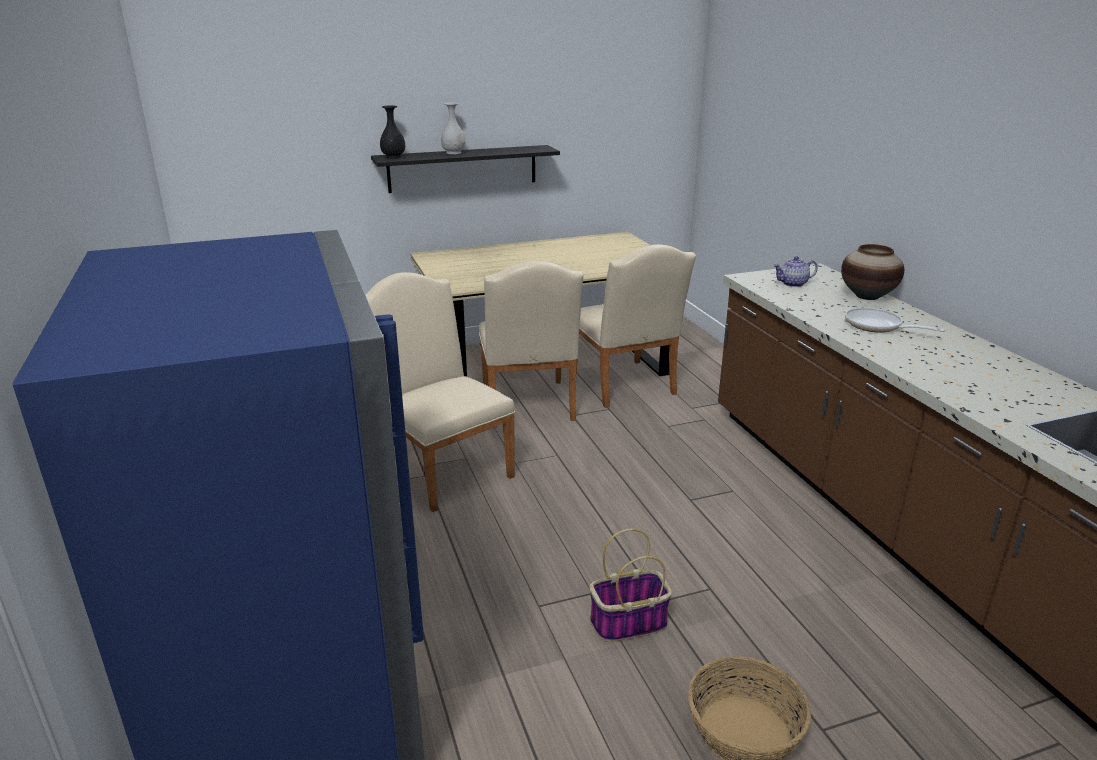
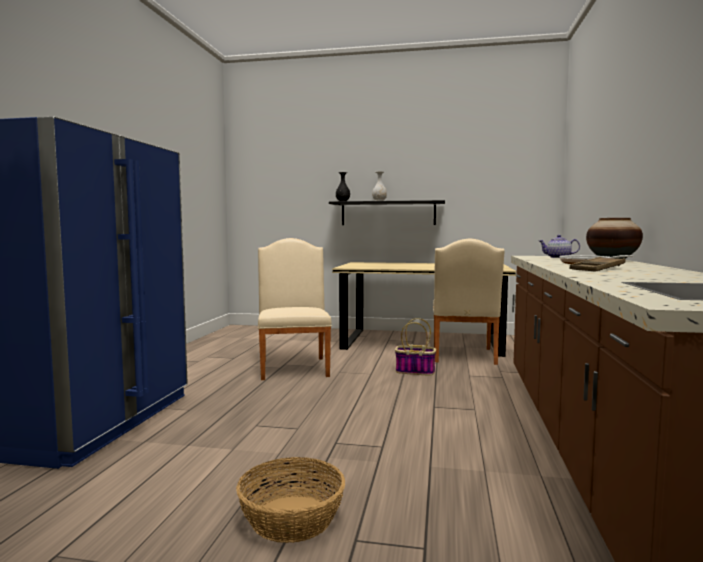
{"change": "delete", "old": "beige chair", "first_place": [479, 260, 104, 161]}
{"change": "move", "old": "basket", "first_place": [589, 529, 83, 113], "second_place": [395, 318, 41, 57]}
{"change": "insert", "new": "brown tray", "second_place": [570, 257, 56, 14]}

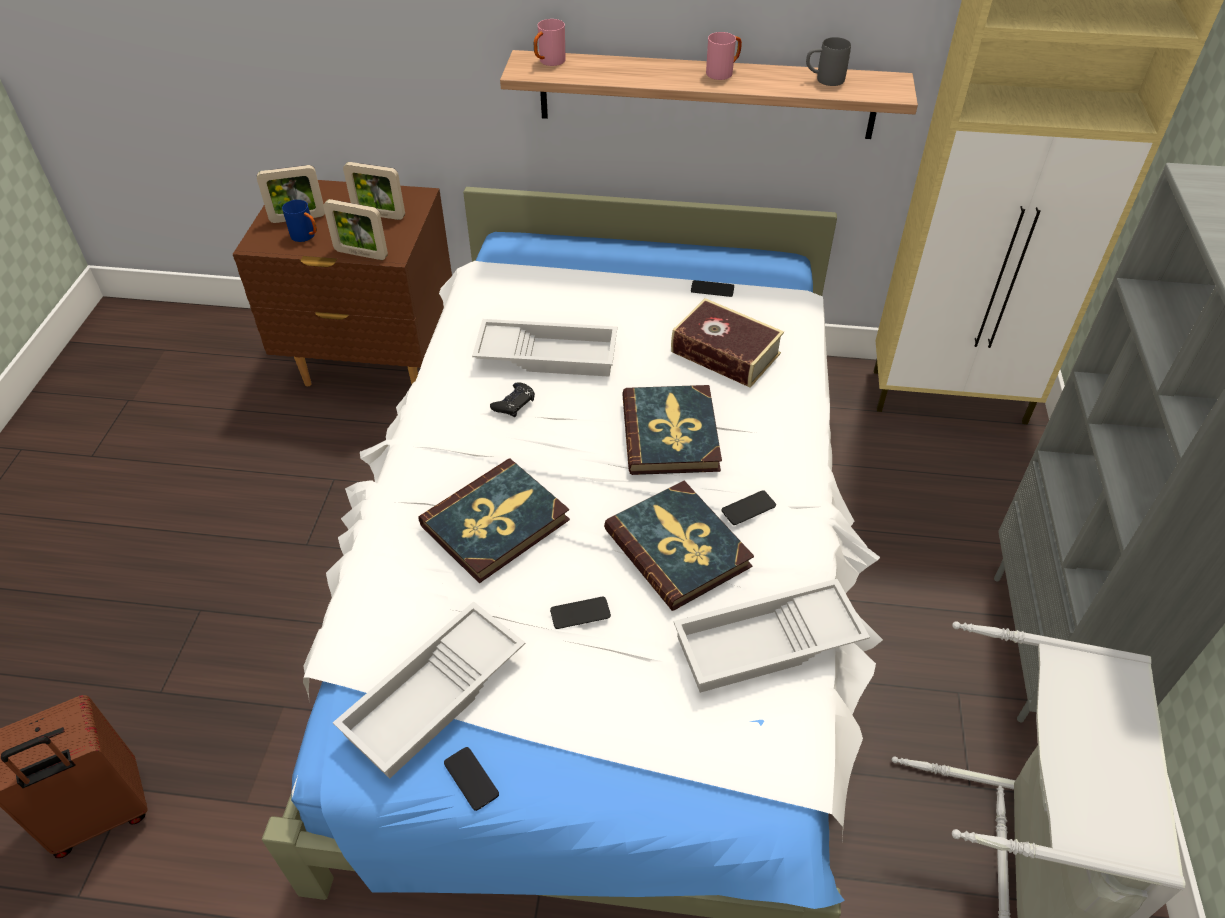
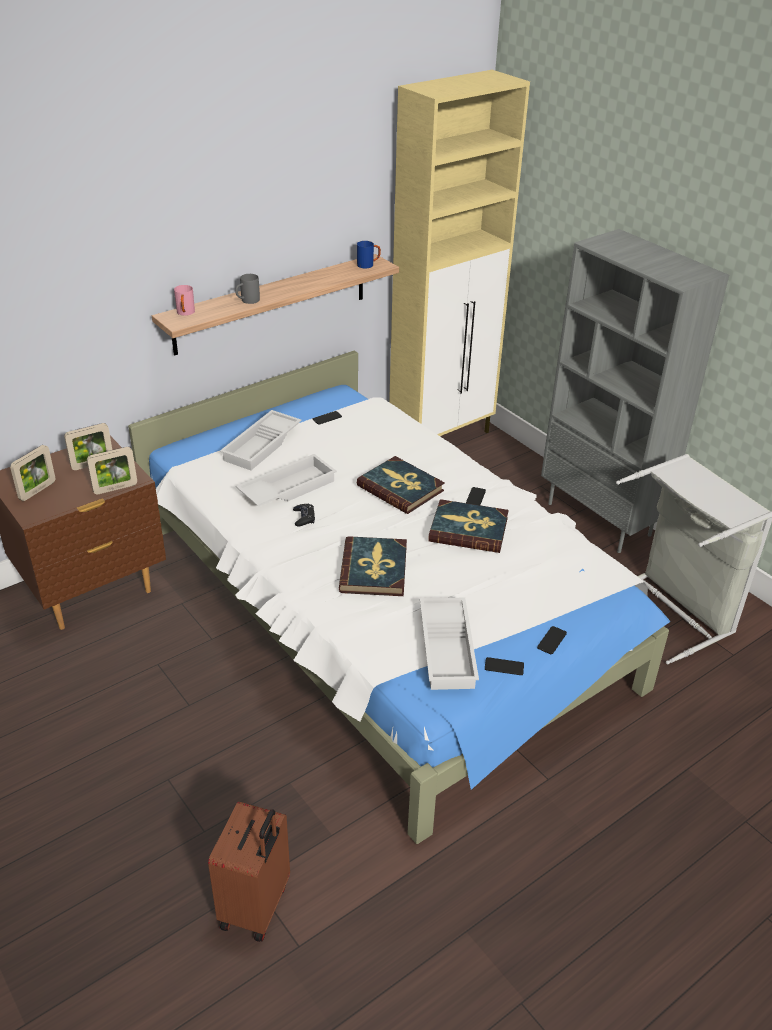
{"change": "move", "old": "blue mug", "first_place": [282, 200, 35, 42], "second_place": [357, 241, 24, 28]}
{"change": "move", "old": "phone", "first_place": [550, 597, 61, 32], "second_place": [537, 626, 30, 28]}
{"change": "delete", "old": "book", "first_place": [671, 298, 113, 90]}
{"change": "move", "old": "white tray", "first_place": [674, 579, 196, 114], "second_place": [220, 410, 81, 60]}
{"change": "delete", "old": "pink mug", "first_place": [706, 32, 36, 48]}
{"change": "move", "old": "grey mug", "first_place": [806, 37, 45, 49], "second_place": [235, 274, 25, 30]}

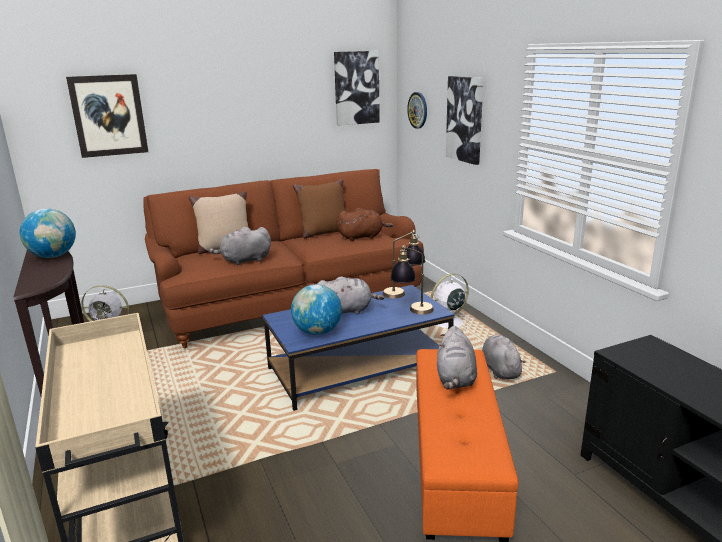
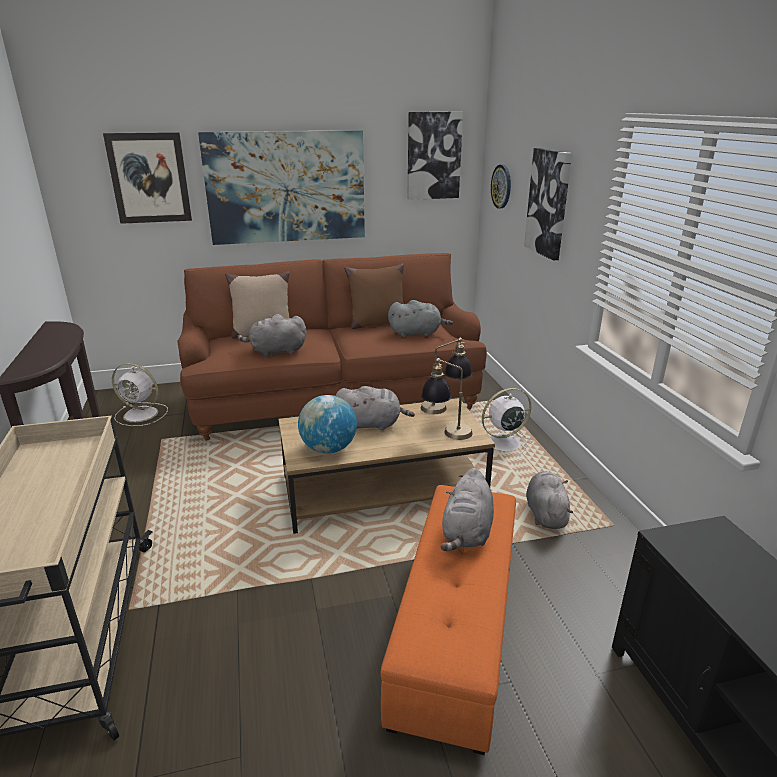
{"change": "delete", "old": "globe", "first_place": [20, 208, 56, 50]}
{"change": "recolor", "old": "blue coffee table", "new": "brown coffee table", "first_place": [263, 285, 192, 126], "second_place": [278, 398, 217, 136]}
{"change": "recolor", "old": "brown plush toy", "new": "grey plush toy", "first_place": [337, 208, 56, 33], "second_place": [388, 300, 65, 37]}
{"change": "insert", "new": "picture", "second_place": [198, 130, 167, 115]}

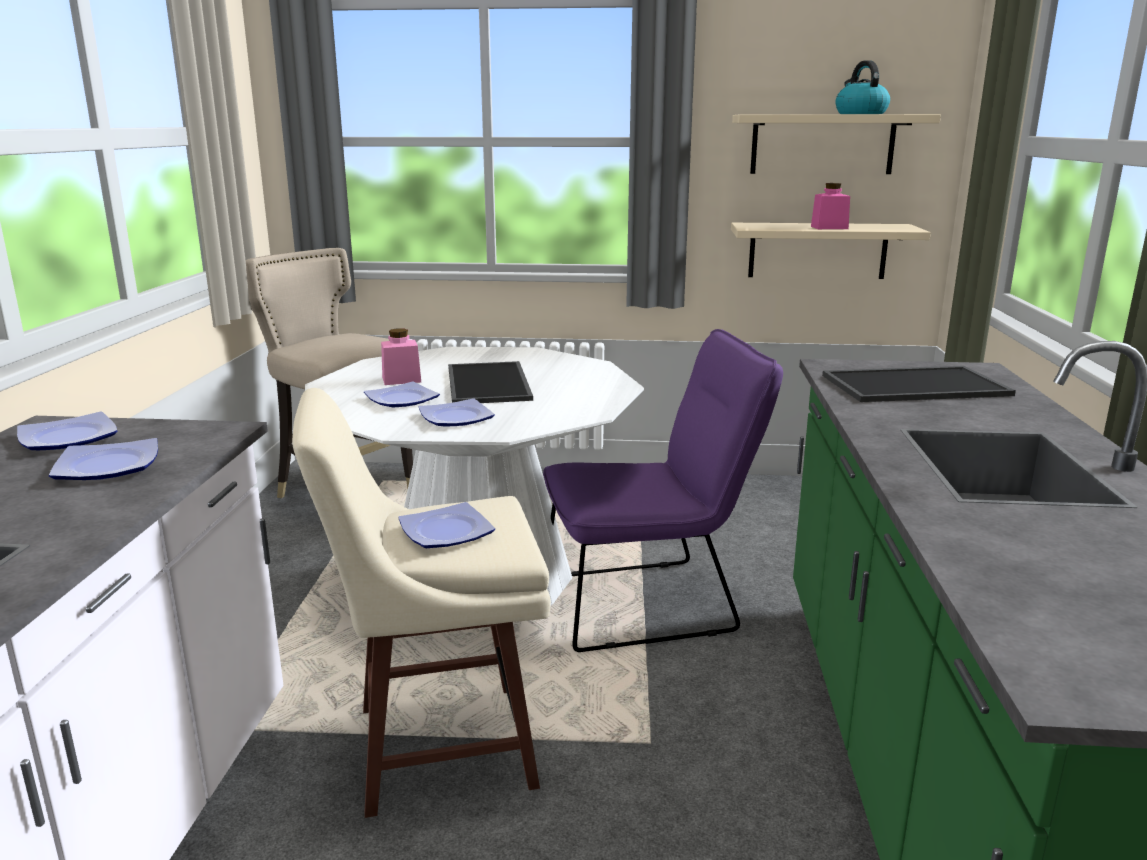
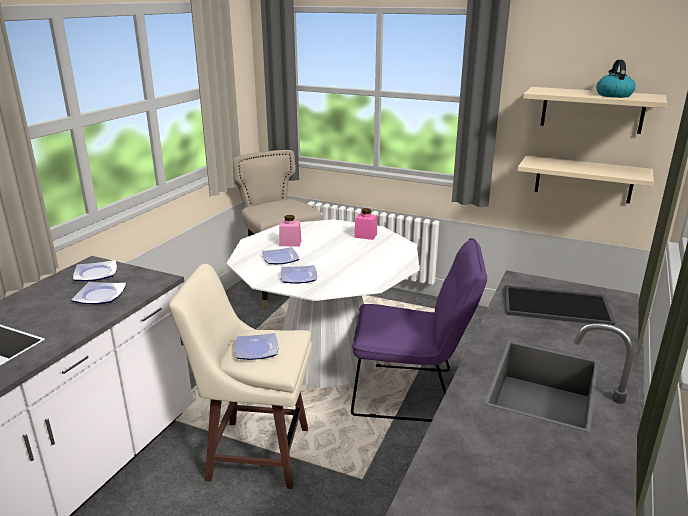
{"change": "delete", "old": "tray", "first_place": [448, 361, 85, 42]}
{"change": "move", "old": "pink jar", "first_place": [811, 183, 39, 46], "second_place": [354, 208, 23, 32]}

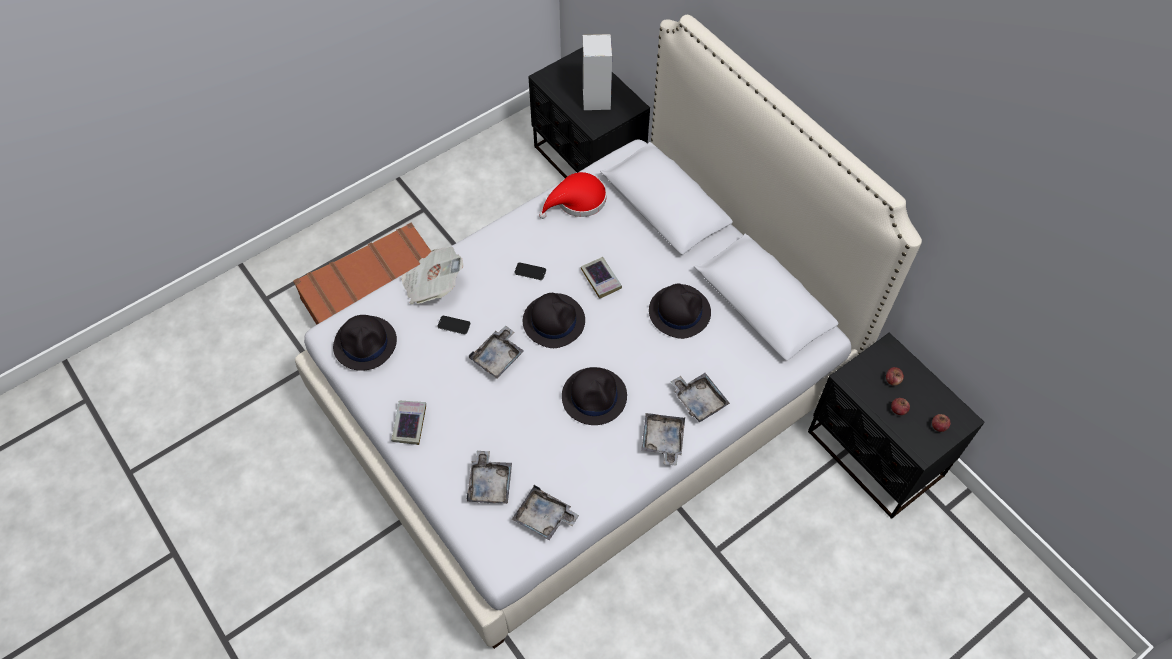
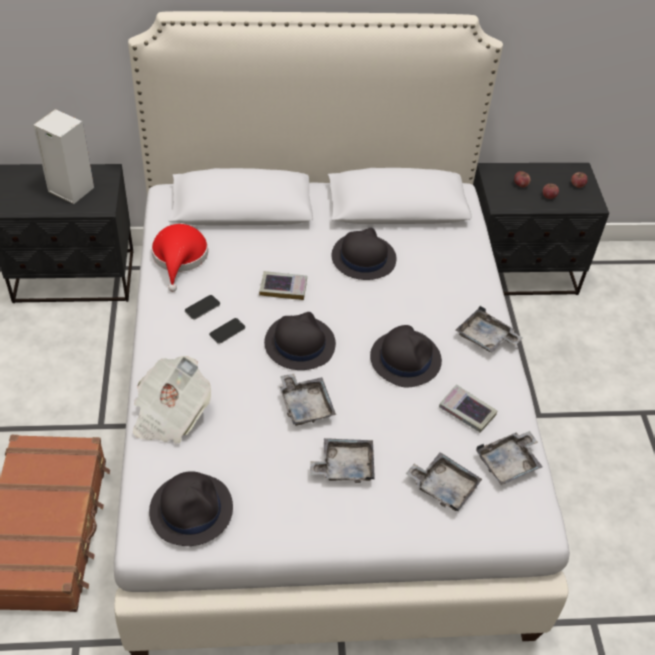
{"change": "move", "old": "book", "first_place": [391, 401, 35, 44], "second_place": [439, 384, 58, 49]}
{"change": "move", "old": "phone", "first_place": [437, 316, 34, 18], "second_place": [185, 295, 35, 25]}
{"change": "move", "old": "grey tray", "first_place": [671, 373, 59, 49], "second_place": [310, 438, 65, 45]}

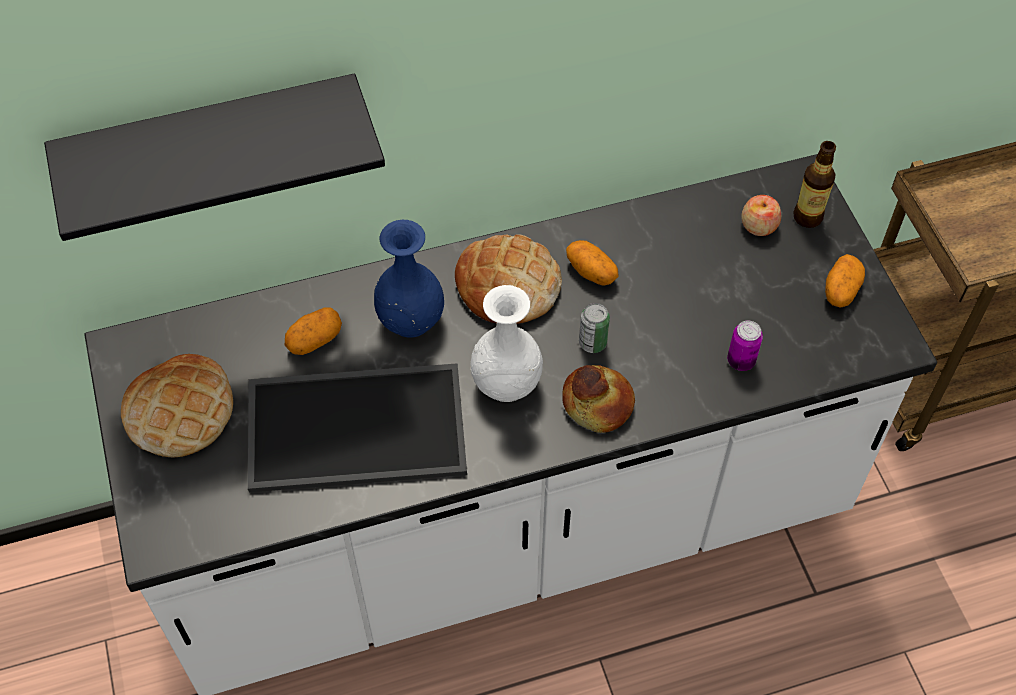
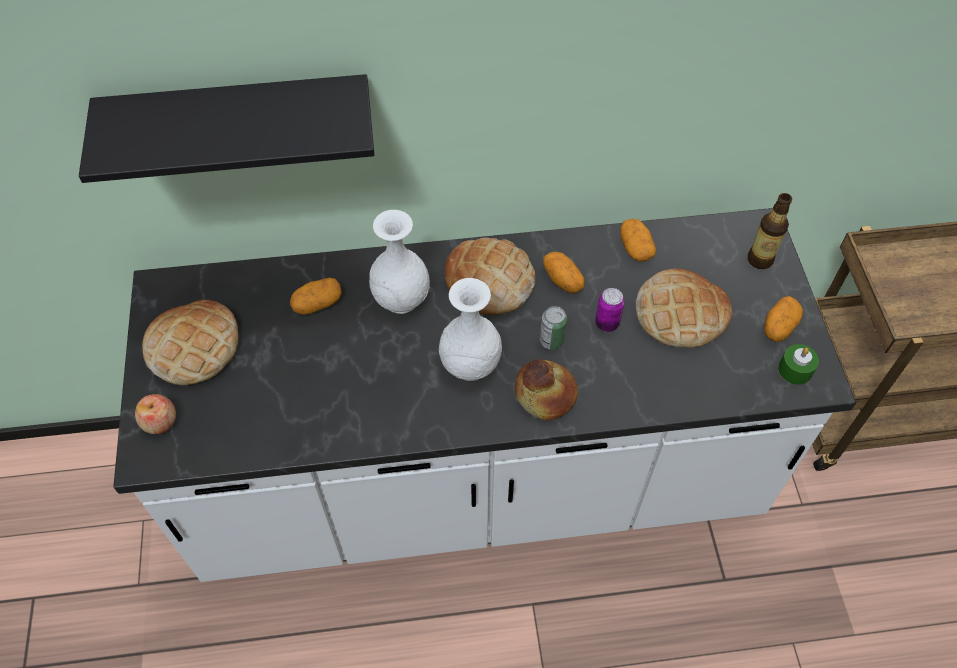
{"change": "delete", "old": "tray", "first_place": [248, 363, 219, 129]}
{"change": "recolor", "old": "blue vase", "new": "white vase", "first_place": [374, 220, 70, 118], "second_place": [369, 210, 61, 104]}
{"change": "move", "old": "can", "first_place": [727, 320, 36, 51], "second_place": [595, 288, 30, 44]}
{"change": "move", "old": "apple", "first_place": [741, 195, 40, 41], "second_place": [135, 394, 41, 40]}
{"change": "insert", "new": "potato", "second_place": [620, 219, 36, 43]}
{"change": "insert", "new": "bread", "second_place": [636, 268, 96, 80]}
{"change": "insert", "new": "green candle", "second_place": [778, 344, 41, 41]}

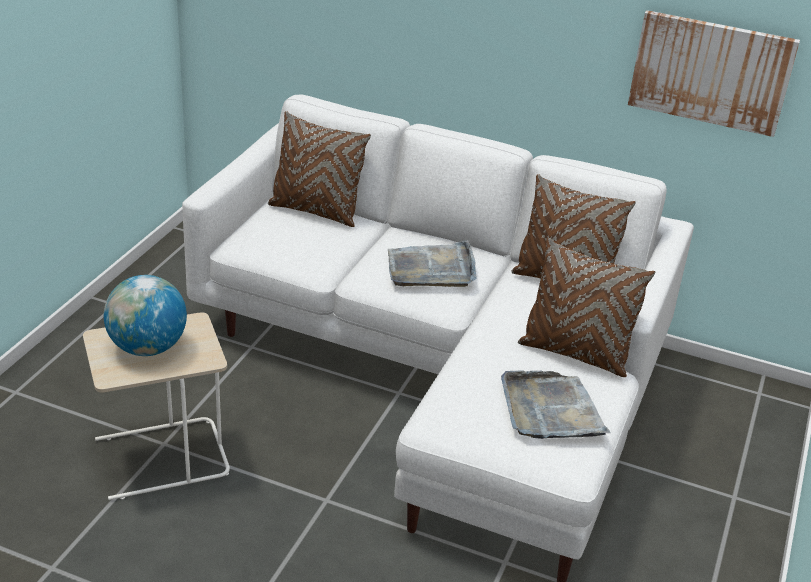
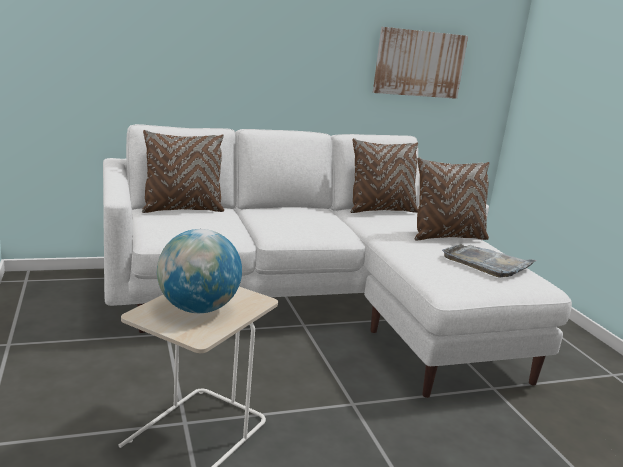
{"change": "delete", "old": "grey tray", "first_place": [388, 240, 88, 47]}

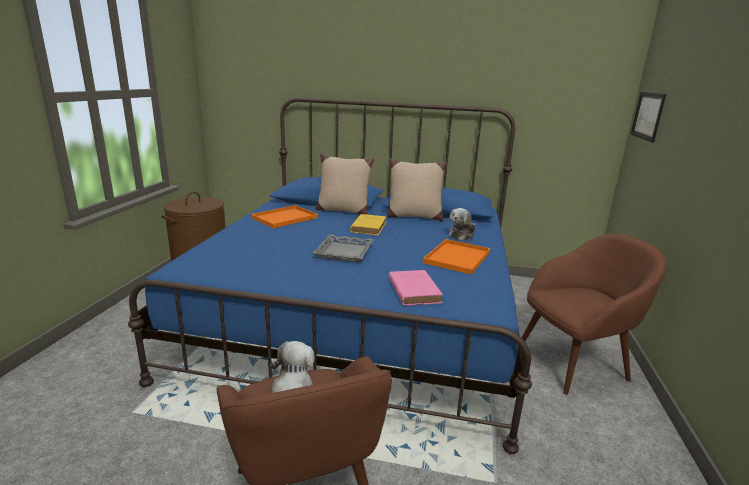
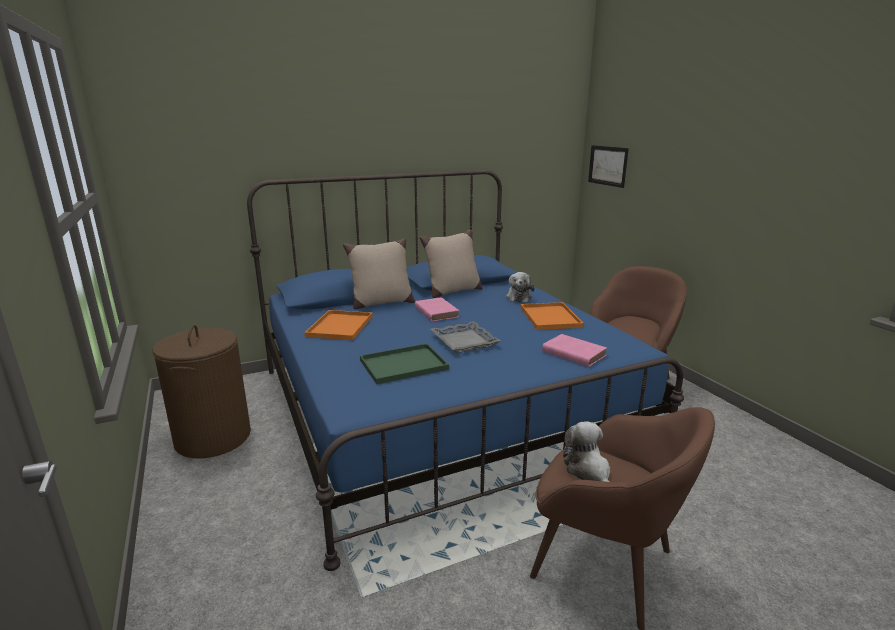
{"change": "recolor", "old": "yellow book", "new": "pink book", "first_place": [350, 214, 36, 21], "second_place": [415, 297, 45, 25]}
{"change": "insert", "new": "green tray", "second_place": [360, 343, 89, 42]}

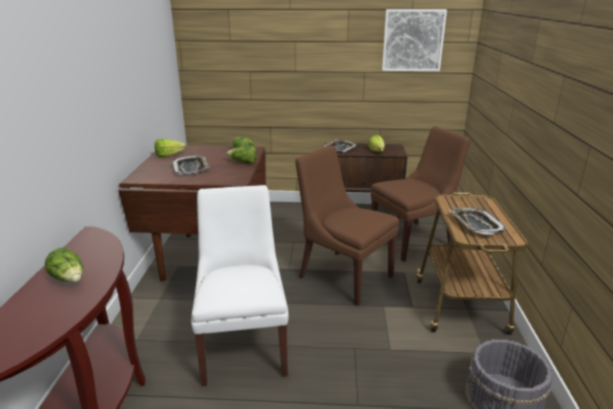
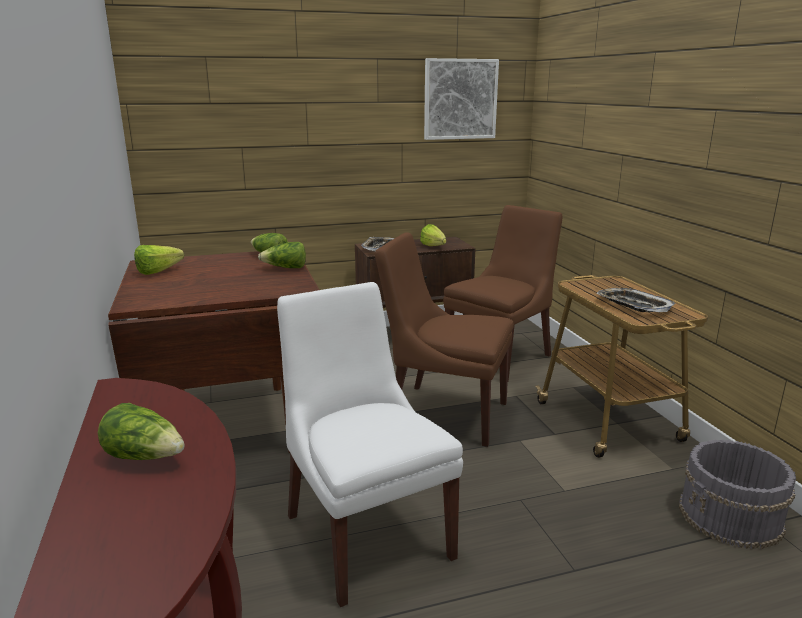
{"change": "delete", "old": "tray", "first_place": [172, 155, 38, 20]}

